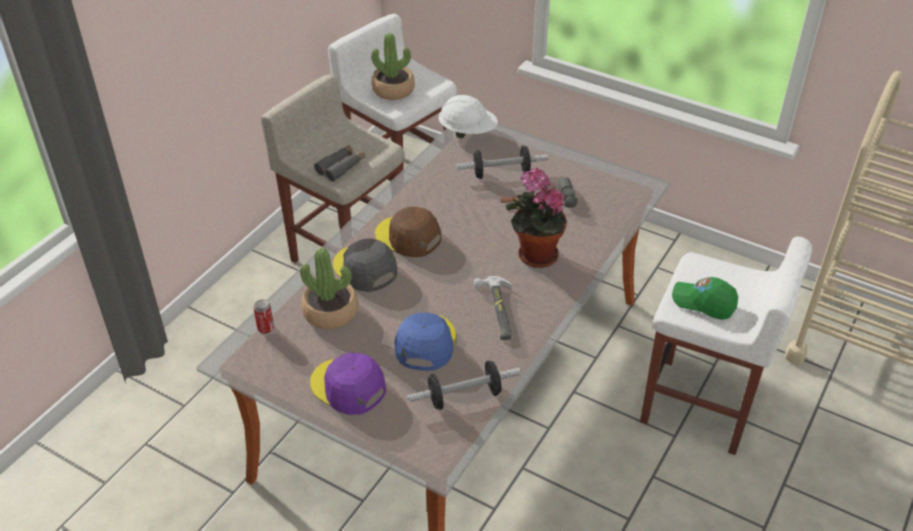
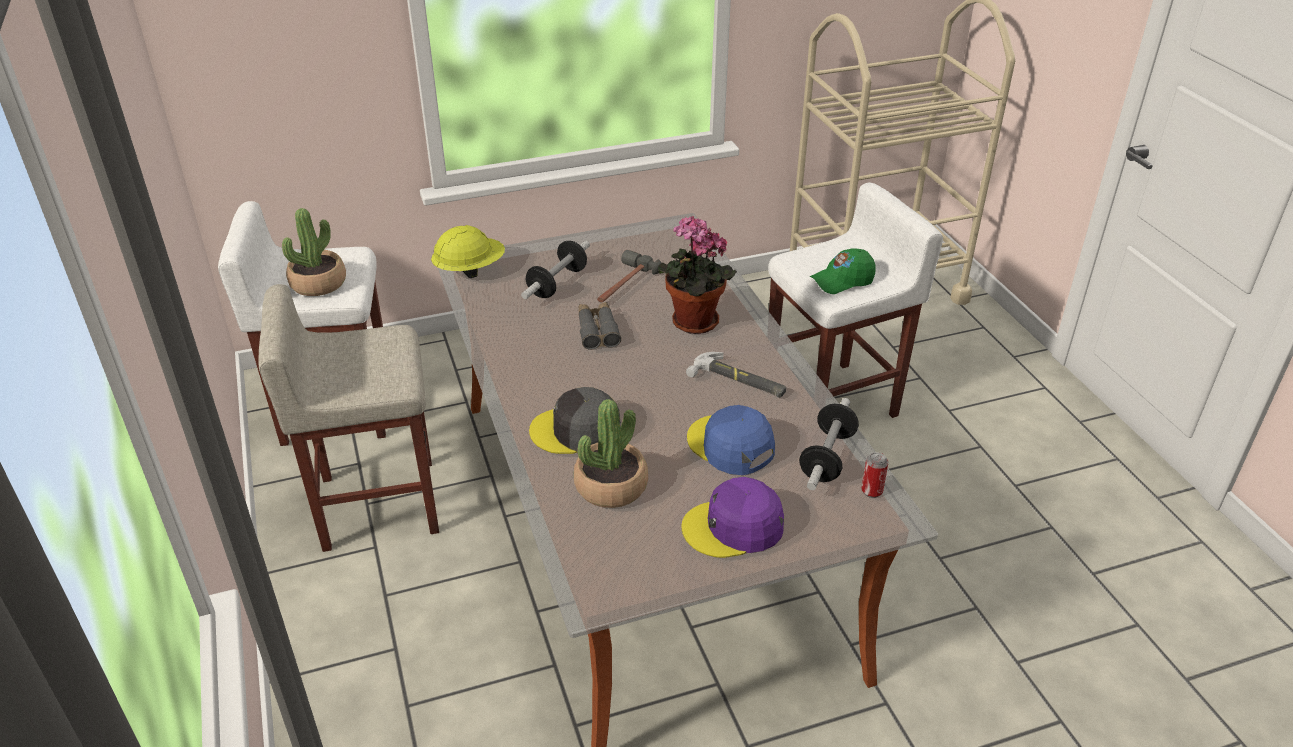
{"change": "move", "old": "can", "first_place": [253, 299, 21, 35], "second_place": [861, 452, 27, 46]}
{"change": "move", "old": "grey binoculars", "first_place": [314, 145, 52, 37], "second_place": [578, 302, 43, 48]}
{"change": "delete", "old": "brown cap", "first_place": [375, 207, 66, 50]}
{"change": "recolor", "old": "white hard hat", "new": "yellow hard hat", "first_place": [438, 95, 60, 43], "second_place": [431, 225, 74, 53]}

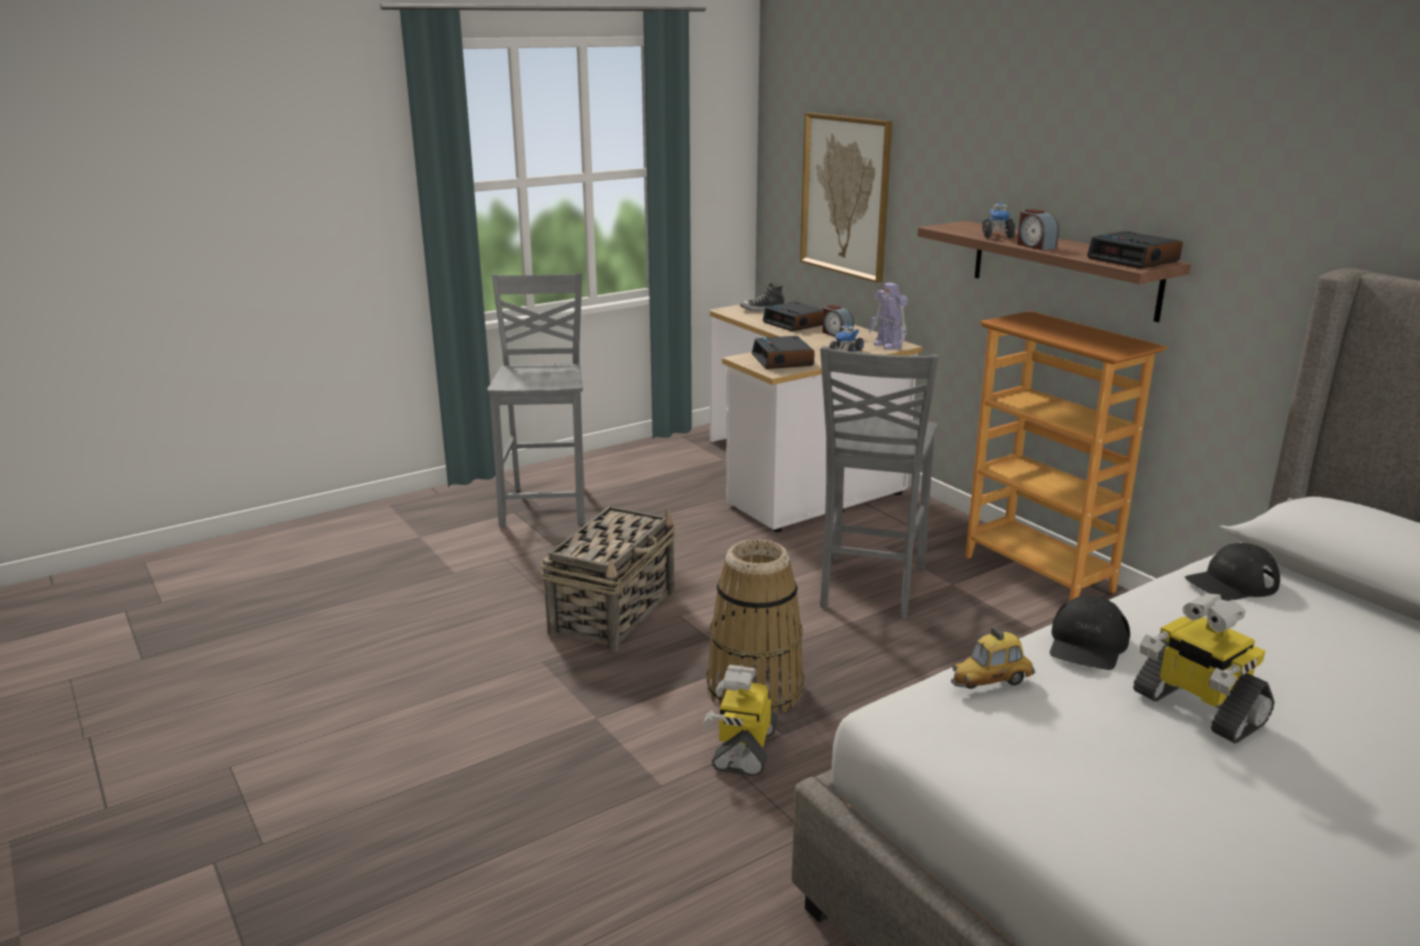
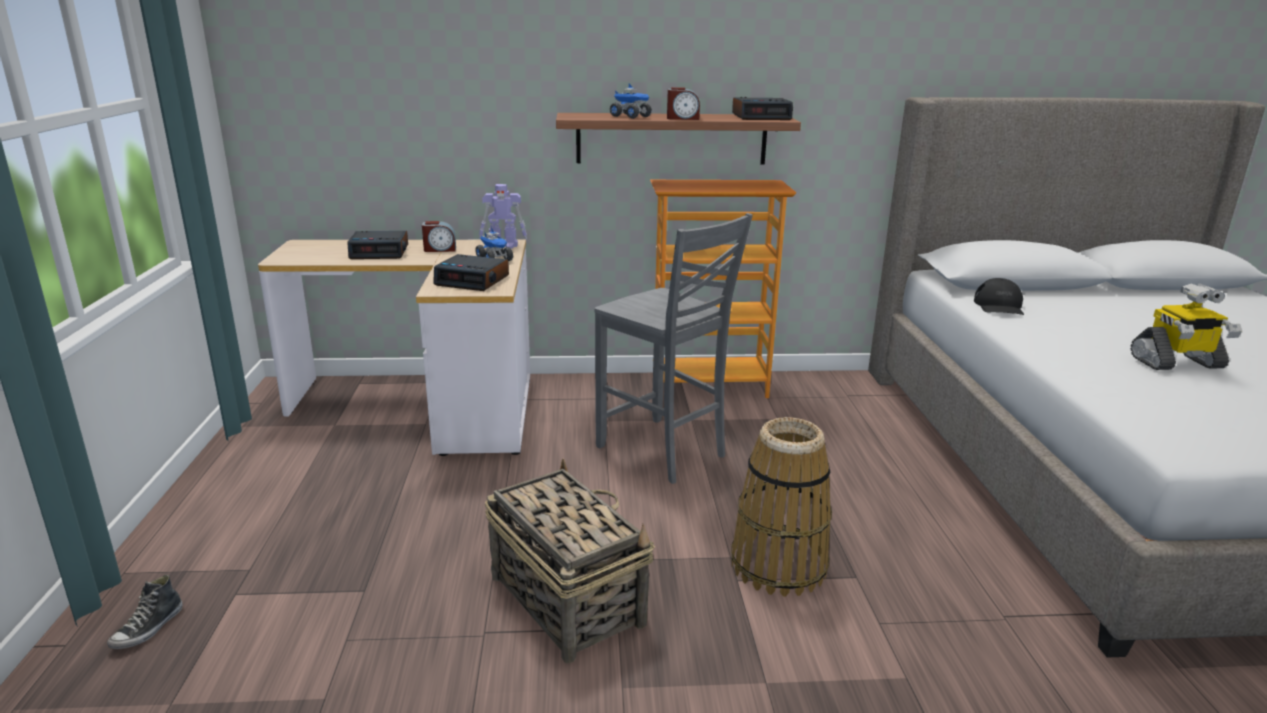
{"change": "delete", "old": "grey chair", "first_place": [487, 273, 98, 254]}
{"change": "delete", "old": "toy robot", "first_place": [703, 665, 75, 111]}
{"change": "move", "old": "shoe", "first_place": [740, 282, 45, 29], "second_place": [107, 575, 76, 74]}
{"change": "delete", "old": "picture", "first_place": [800, 112, 92, 171]}
{"change": "delete", "old": "toy car", "first_place": [951, 627, 85, 62]}
{"change": "delete", "old": "black cap", "first_place": [1050, 595, 80, 75]}

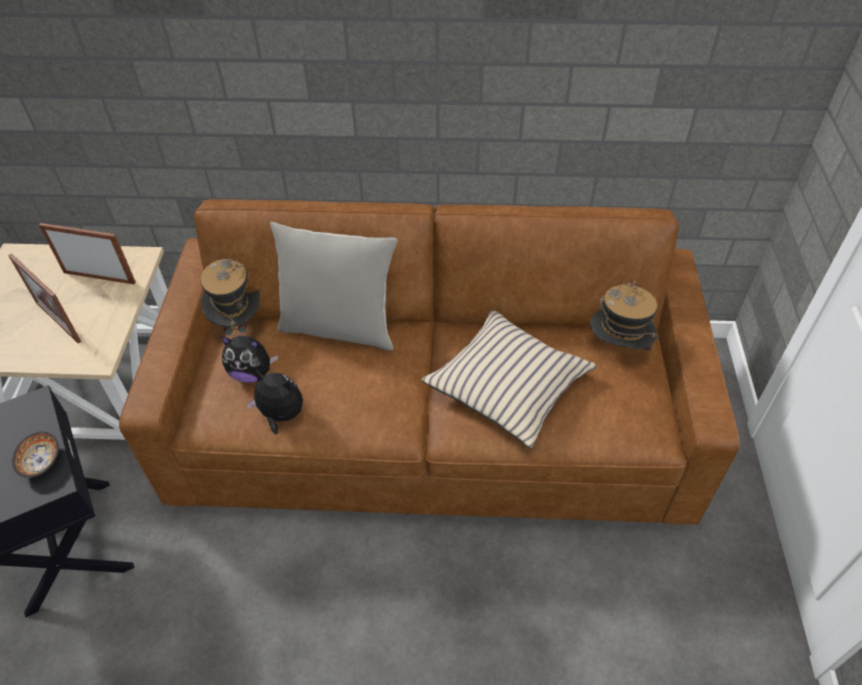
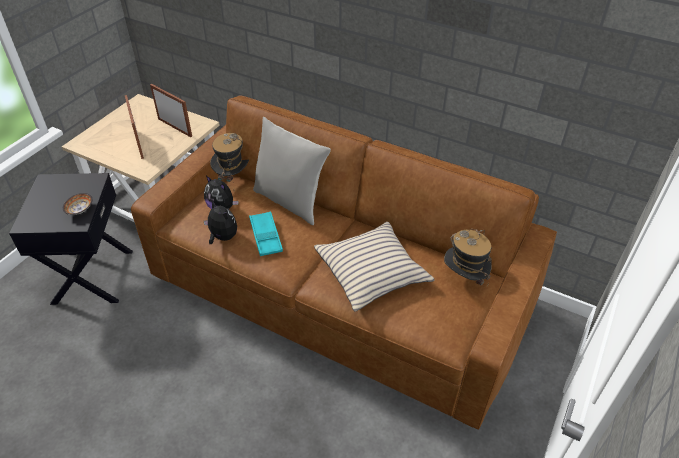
{"change": "insert", "new": "turquoise tray", "second_place": [249, 211, 34, 45]}

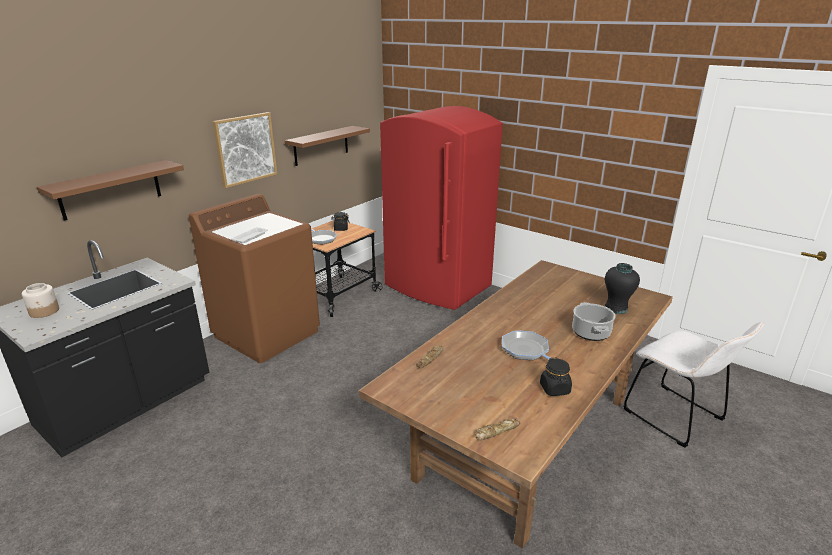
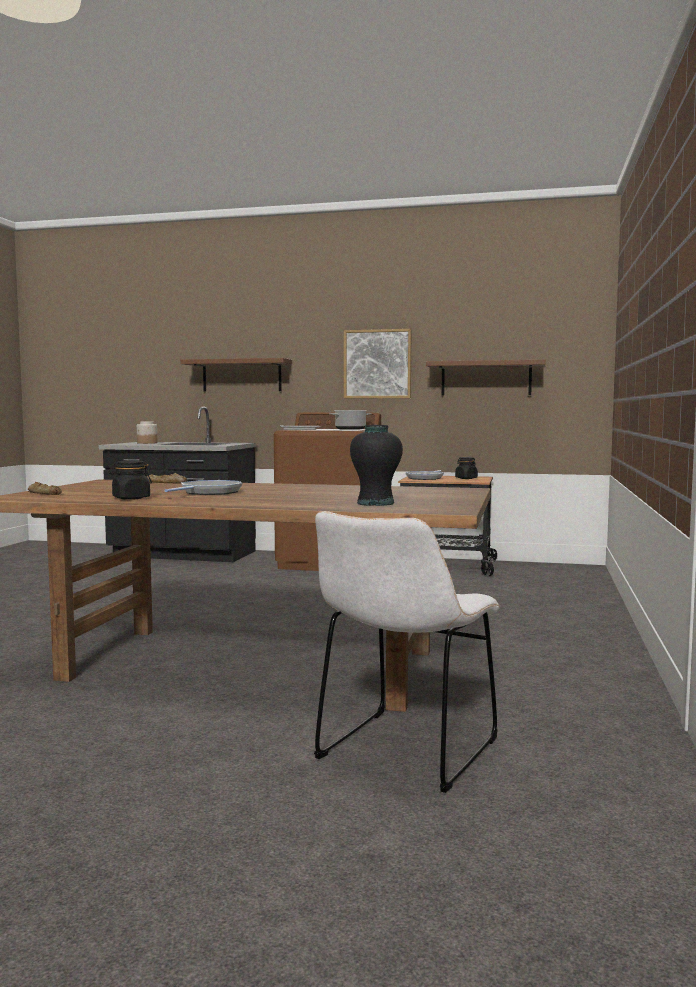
{"change": "delete", "old": "red fridge", "first_place": [380, 106, 123, 204]}
{"change": "move", "old": "cooking pot", "first_place": [572, 302, 44, 39], "second_place": [329, 410, 43, 20]}

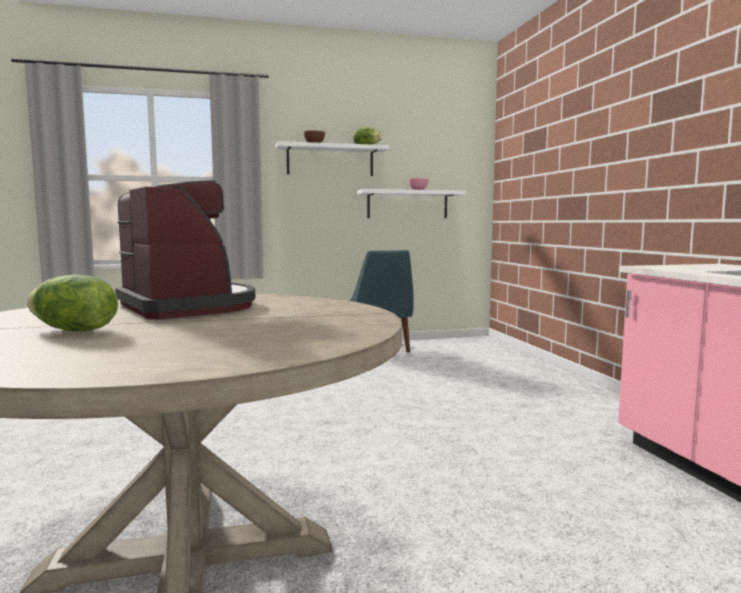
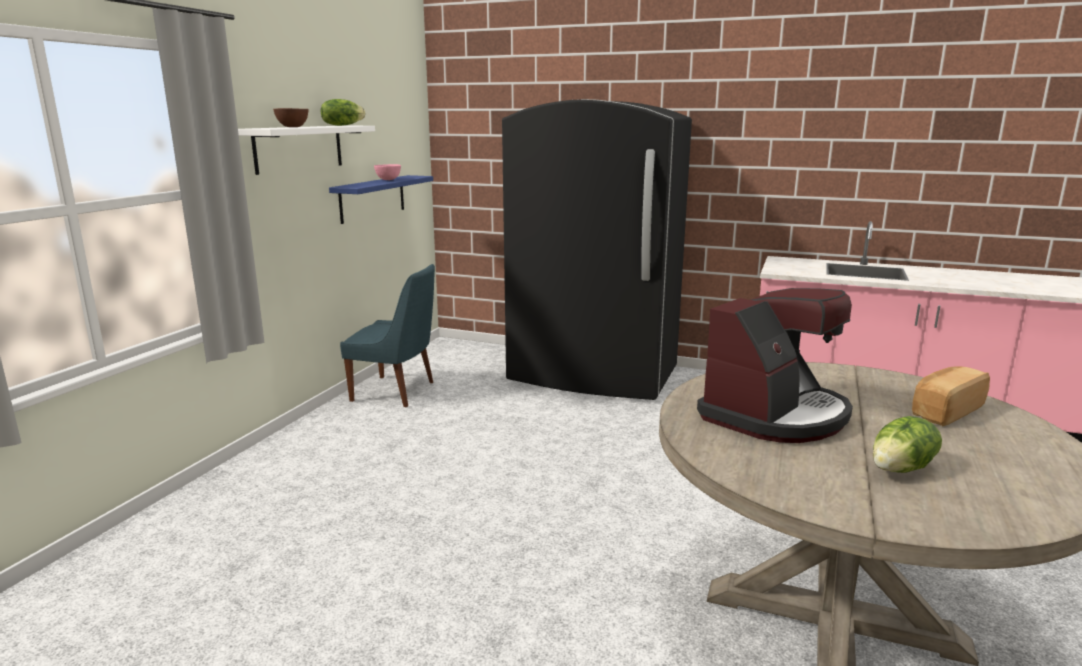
{"change": "rotate", "old": "coffee machine", "first_place": [115, 180, 140, 139], "second_place": [697, 288, 156, 155], "degrees": 135}
{"change": "recolor", "old": "white shelf", "new": "blue shelf", "first_place": [357, 189, 109, 29], "second_place": [329, 175, 104, 49]}
{"change": "insert", "new": "black fridge", "second_place": [502, 99, 190, 301]}
{"change": "insert", "new": "bread", "second_place": [912, 366, 78, 60]}

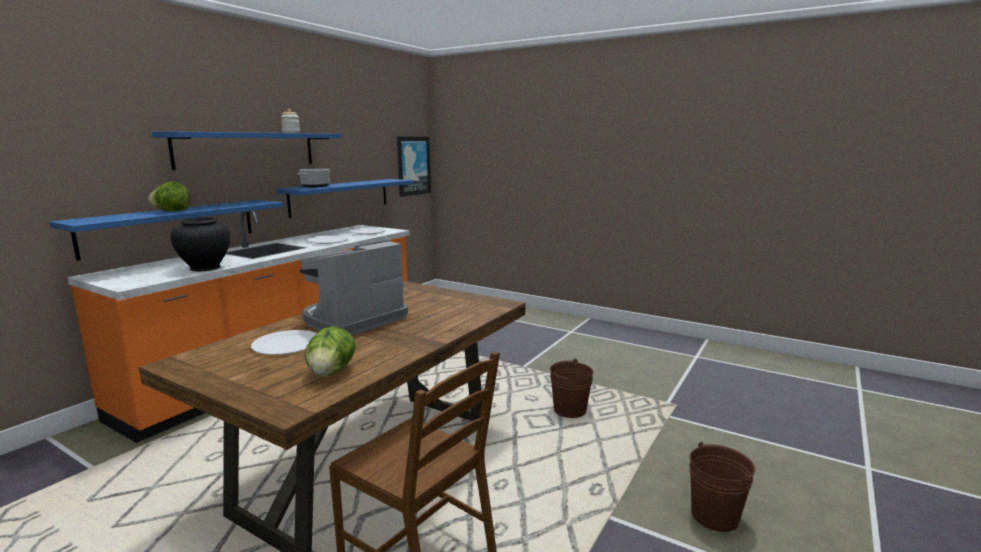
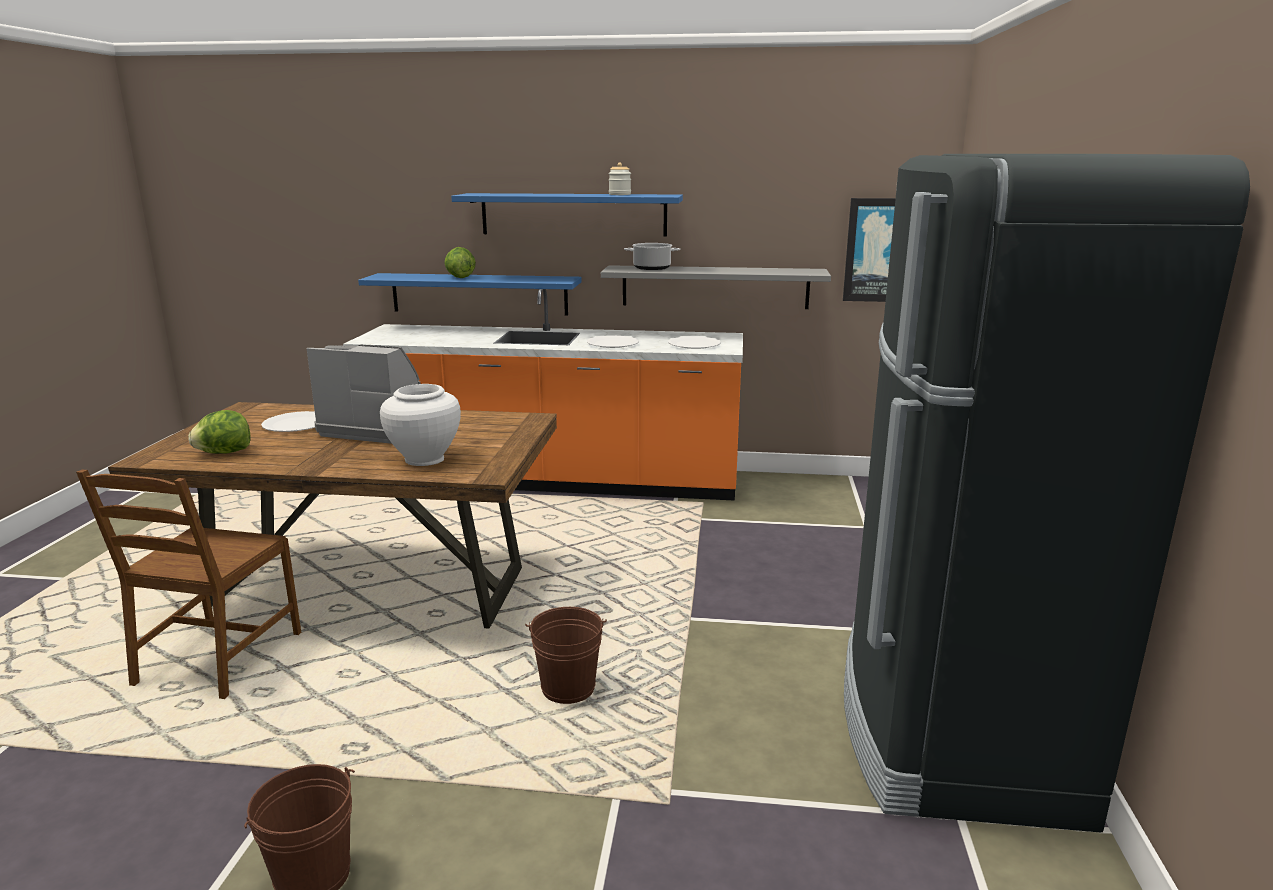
{"change": "delete", "old": "black vase", "first_place": [171, 217, 59, 54]}
{"change": "recolor", "old": "blue shelf", "new": "grey shelf", "first_place": [276, 179, 138, 39], "second_place": [601, 265, 230, 44]}
{"change": "insert", "new": "white vase", "second_place": [380, 384, 81, 82]}
{"change": "insert", "new": "black fridge", "second_place": [844, 154, 406, 679]}

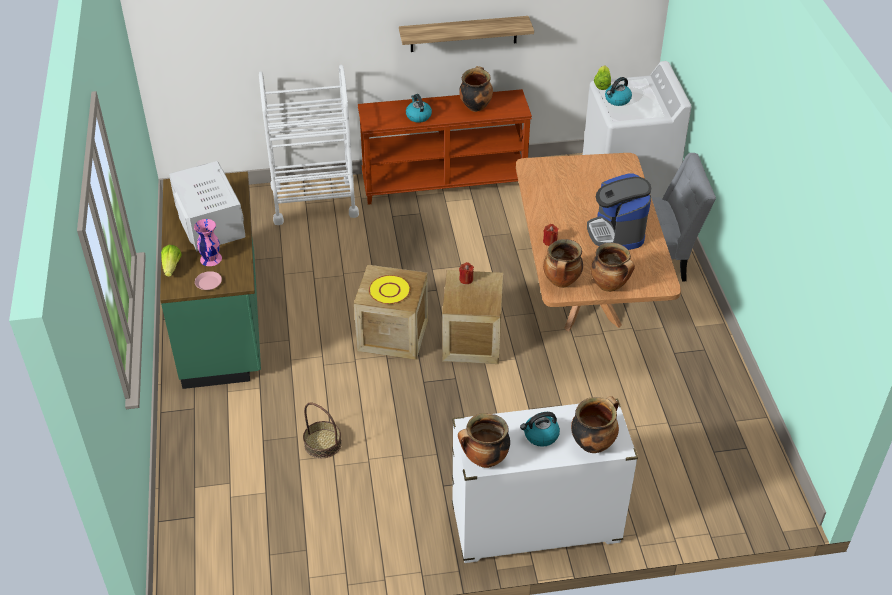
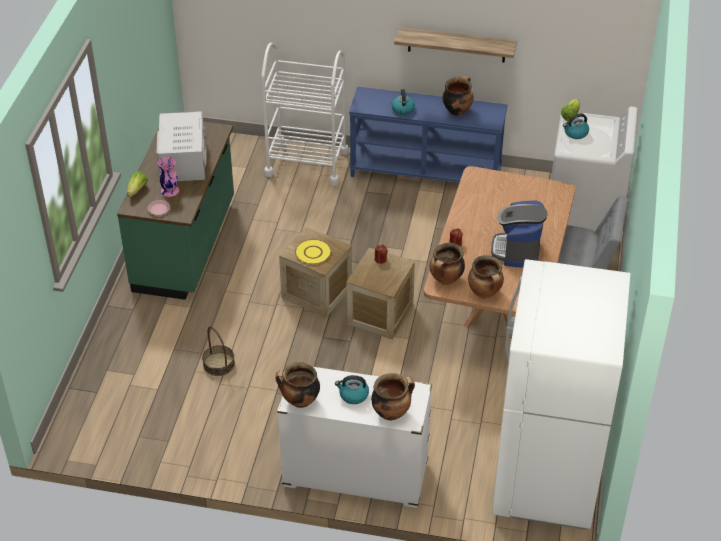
{"change": "recolor", "old": "brown console table", "new": "blue console table", "first_place": [358, 89, 174, 116], "second_place": [349, 87, 158, 96]}
{"change": "insert", "new": "white fridge", "second_place": [492, 259, 138, 271]}

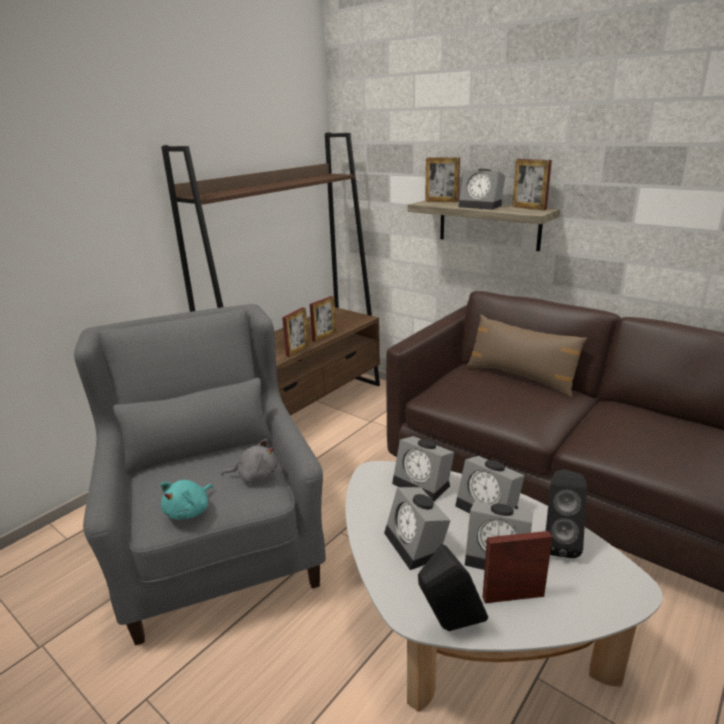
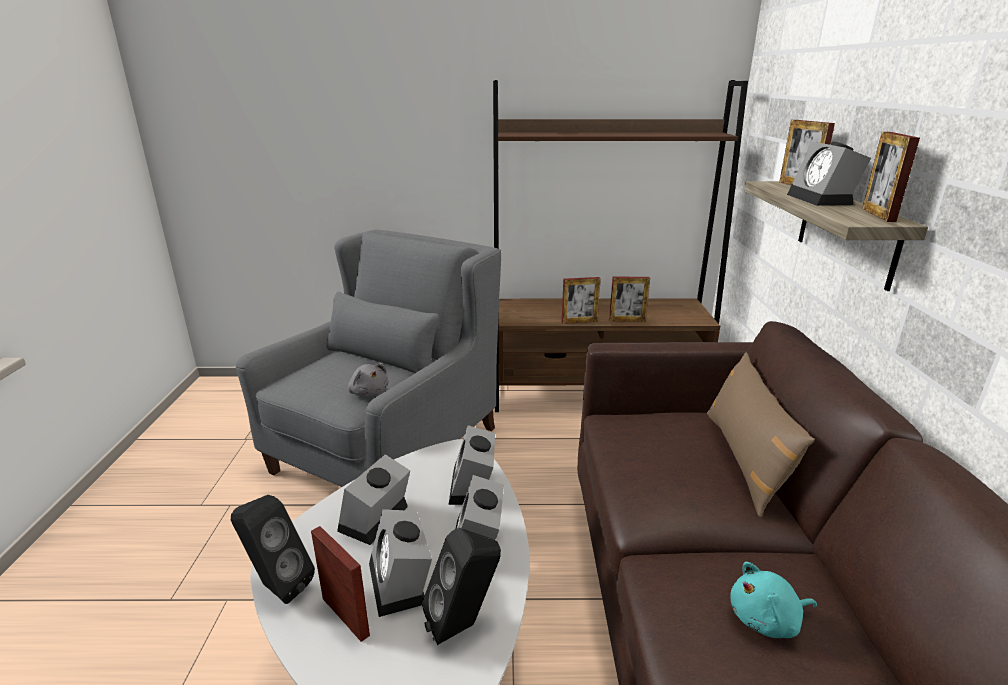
{"change": "move", "old": "turquoise plush toy", "first_place": [161, 480, 52, 40], "second_place": [730, 561, 87, 77]}

